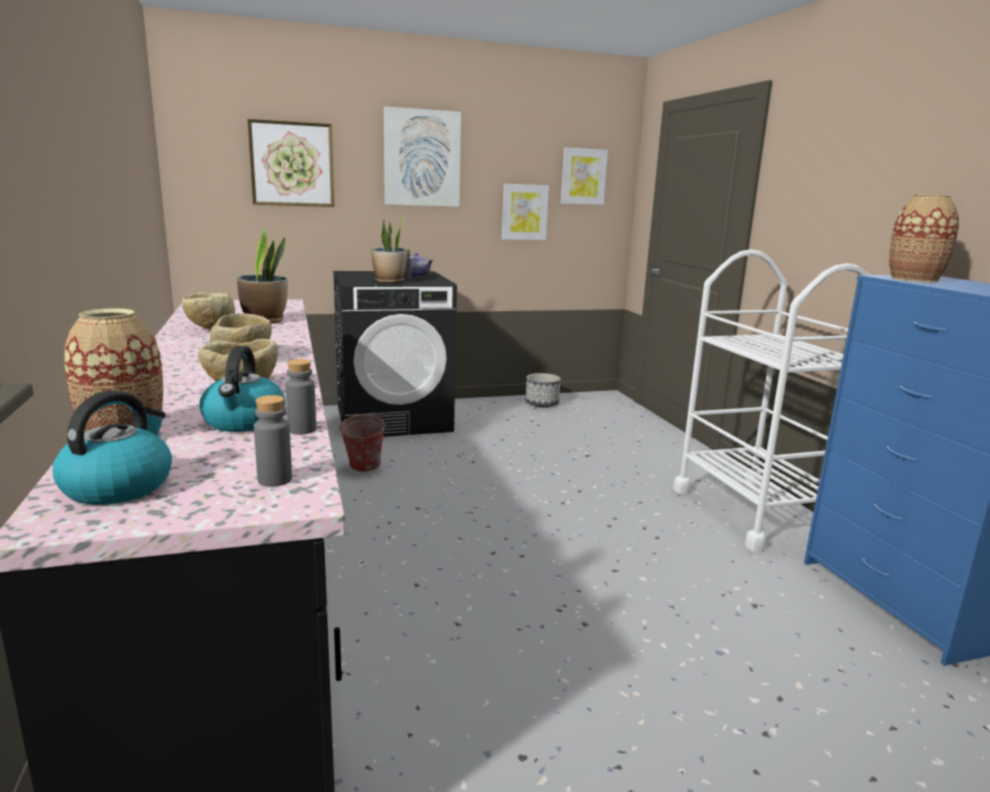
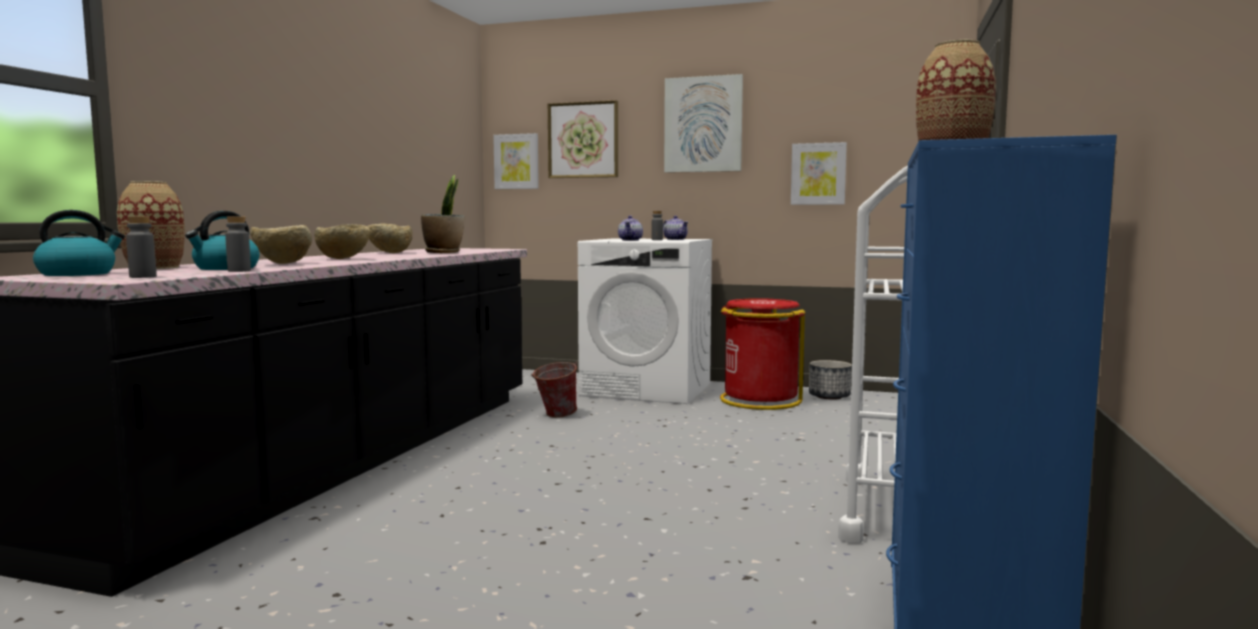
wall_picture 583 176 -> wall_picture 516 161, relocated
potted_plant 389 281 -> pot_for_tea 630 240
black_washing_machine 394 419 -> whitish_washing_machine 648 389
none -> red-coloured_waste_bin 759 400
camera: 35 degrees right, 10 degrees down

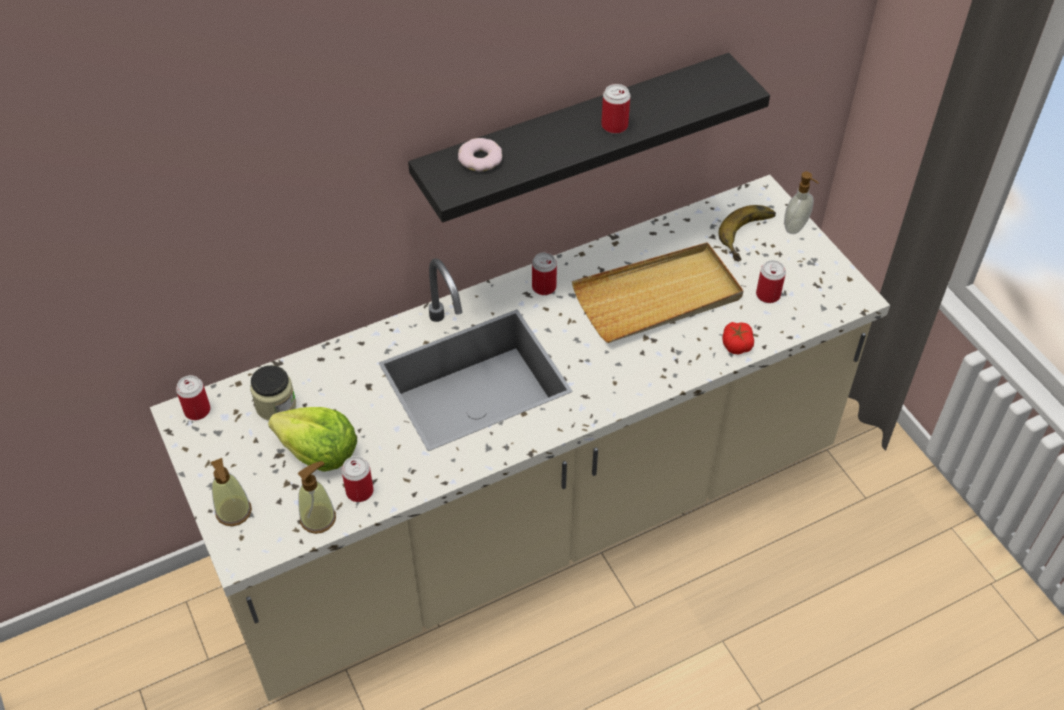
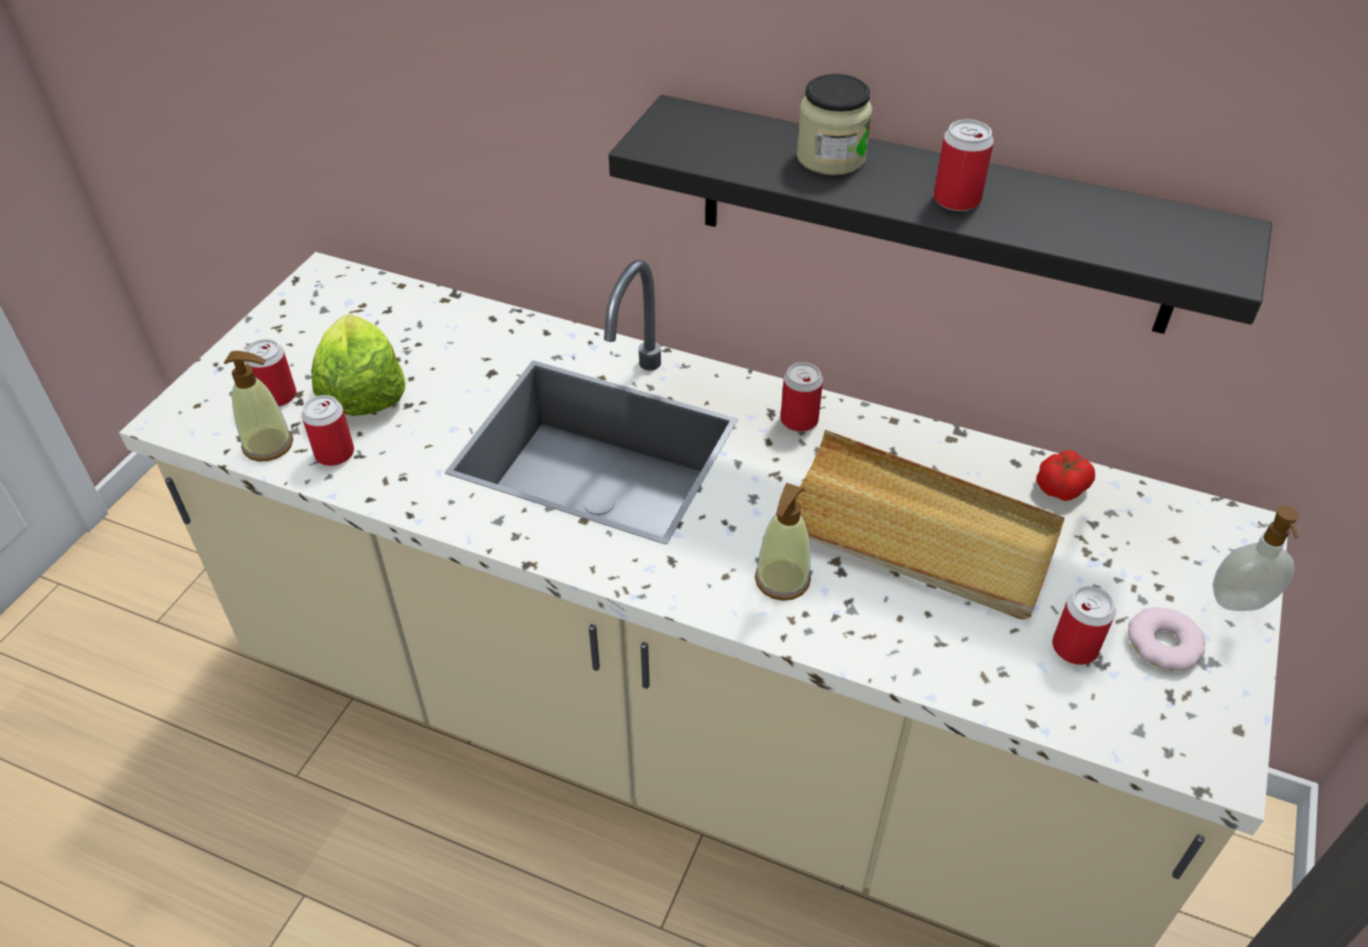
doughnut 480 159 -> doughnut 1164 644, relocated
banana 751 236 -> none
whole_tomato 736 344 -> whole_tomato 1061 486, relocated
storage_jar 276 405 -> storage_jar 831 157, relocated
sealed_can 197 410 -> sealed_can 278 396, relocated
liquid_soap_bottle 234 512 -> liquid_soap_bottle 782 580, relocated
camera: 50 degrees right, 5 degrees down

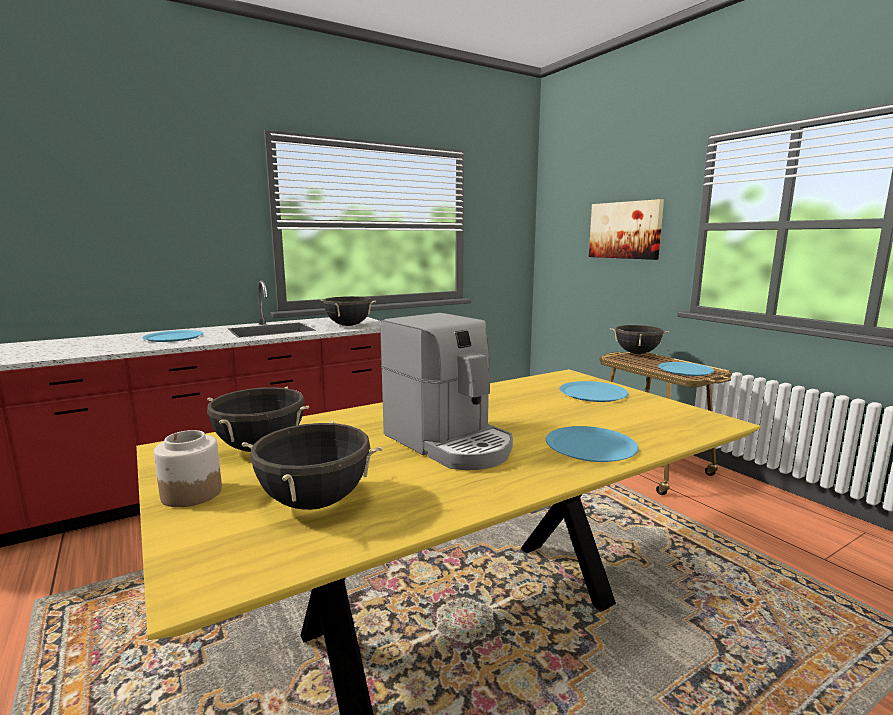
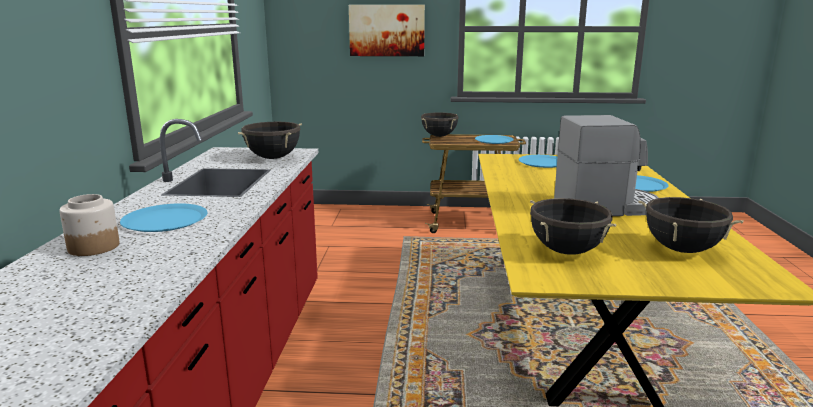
storage_jar 191 493 -> storage_jar 93 247, relocated
camera: 55 degrees left, 5 degrees up

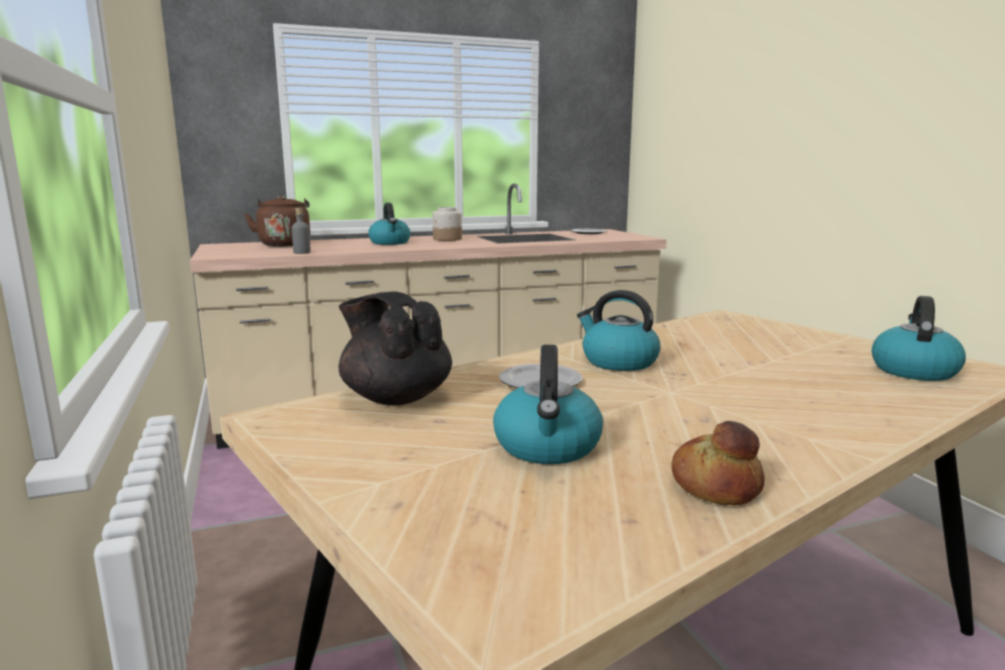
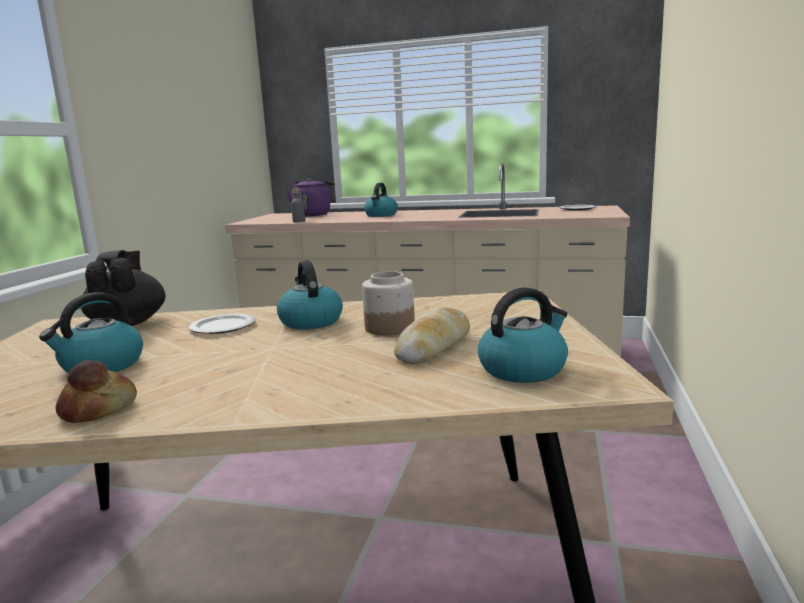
brown_tea_kettle 284 244 -> purple-coloured_tea_kettle 313 215
storage_jar 447 239 -> storage_jar 389 328, relocated
none -> baked_bread 434 346
camera: 35 degrees right, 0 degrees up

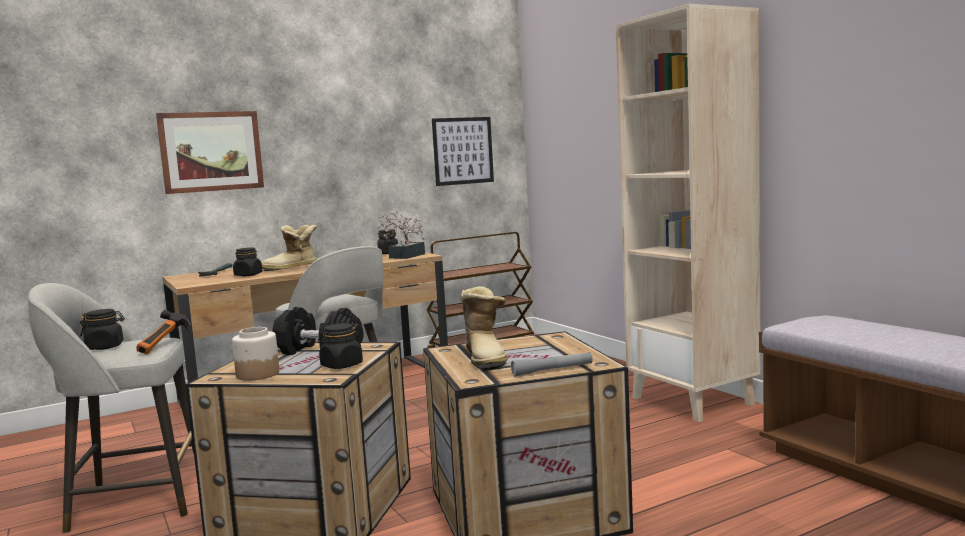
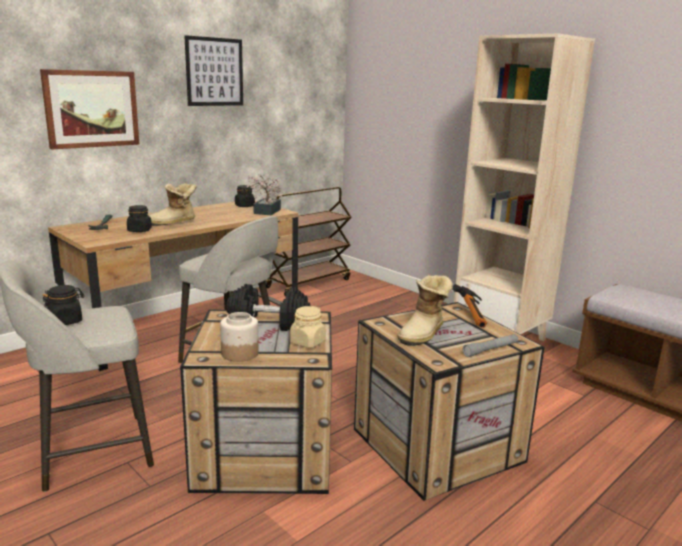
wall_picture 463 151 -> wall_picture 214 72, relocated
high-top_boot 487 358 -> high-top_boot 424 334, 60 degrees clockwise
tool_hammer 167 345 -> tool_hammer 474 316, relocated
black_storage_jar 341 365 -> sand-coloured_storage_jar 307 342
camera: 15 degrees left, 10 degrees up

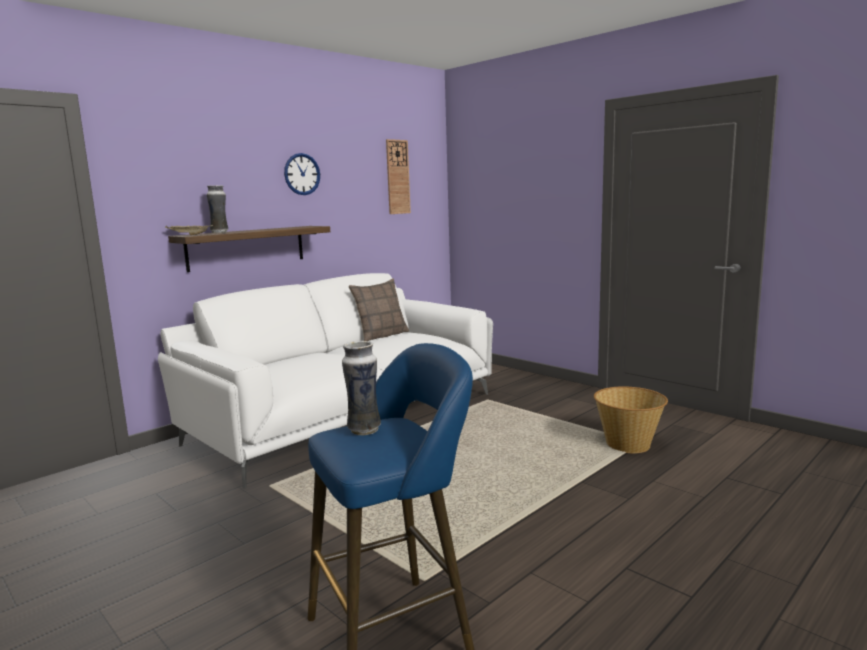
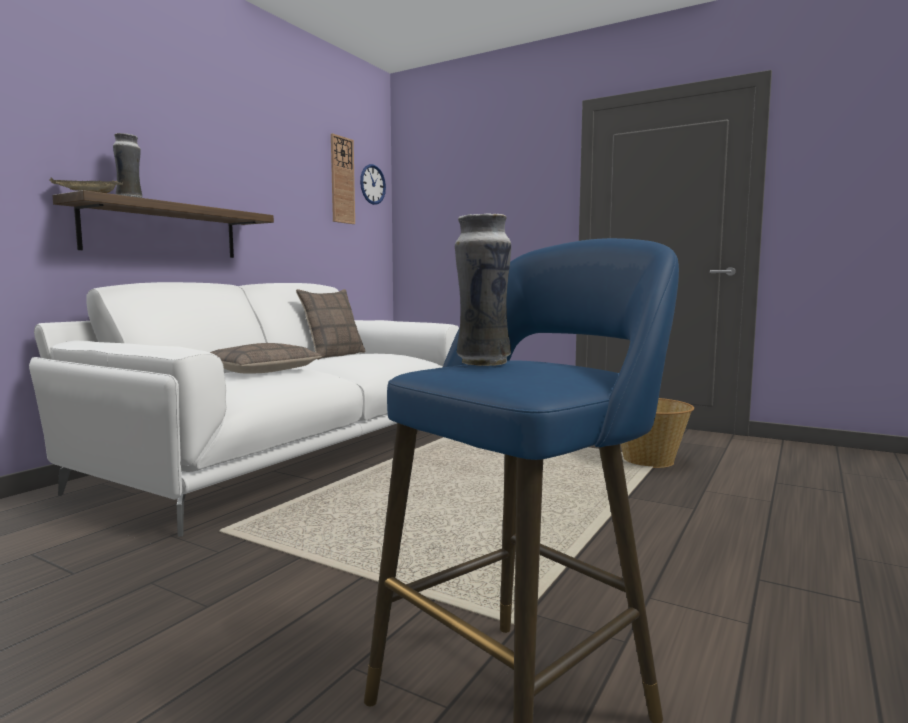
wall_clock 302 174 -> wall_clock 372 184, relocated
none -> throw_pillow 259 371
camera: 15 degrees left, 5 degrees down

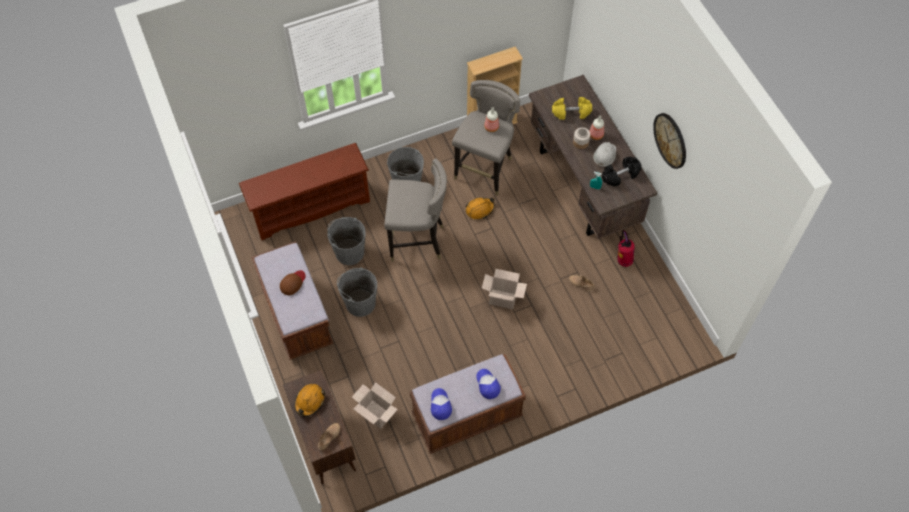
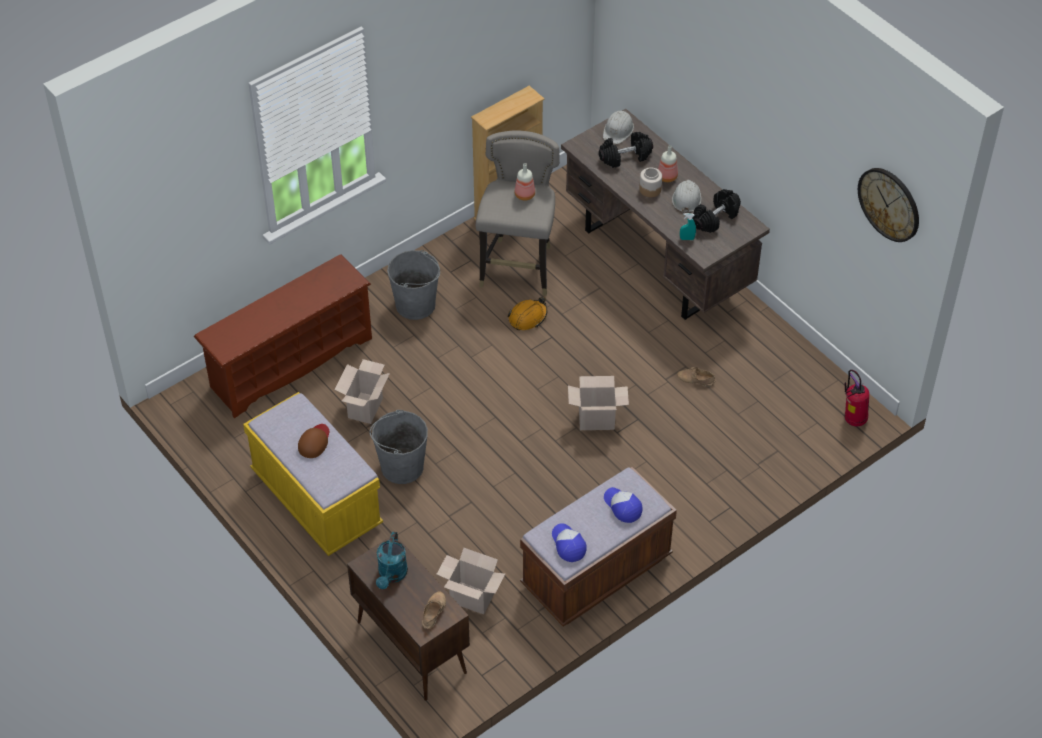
yellow-coloured_hand_weight 571 112 -> black_hand_weight 625 156
wall_clock 670 140 -> wall_clock 889 204, relocated
grey_sitting_stool 417 241 -> none
grey_water_bucket 349 252 -> cardboard_box 364 407
fire-fighting_cylinder 623 260 -> fire-fighting_cylinder 853 420, relocated
brown_long_seat 296 314 -> yellow-coloured_long_seat 316 500
orange-coloured_hard_hat 309 401 -> blue-green_watering_can 391 575
none -> whitish_hard_hat 618 130
camera: 15 degrees left, 10 degrees down

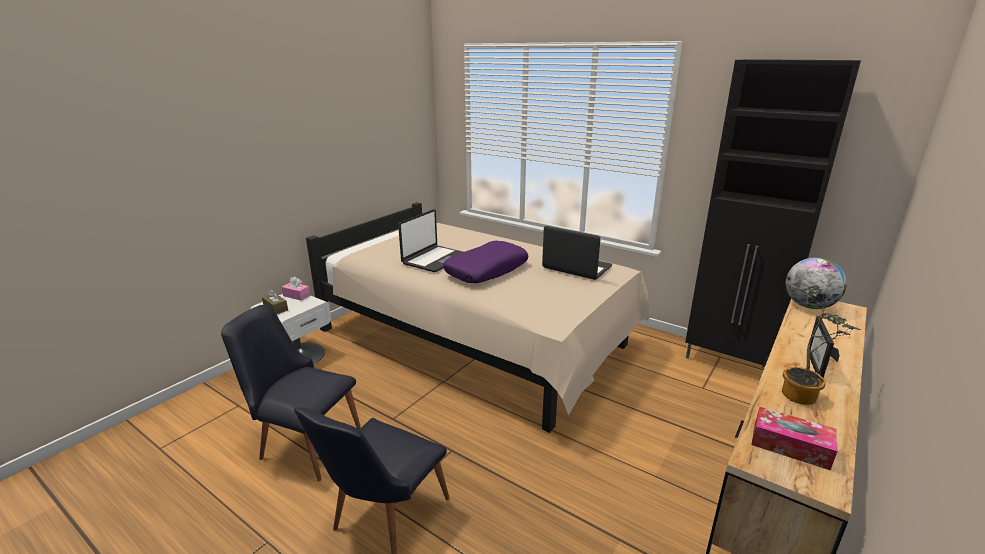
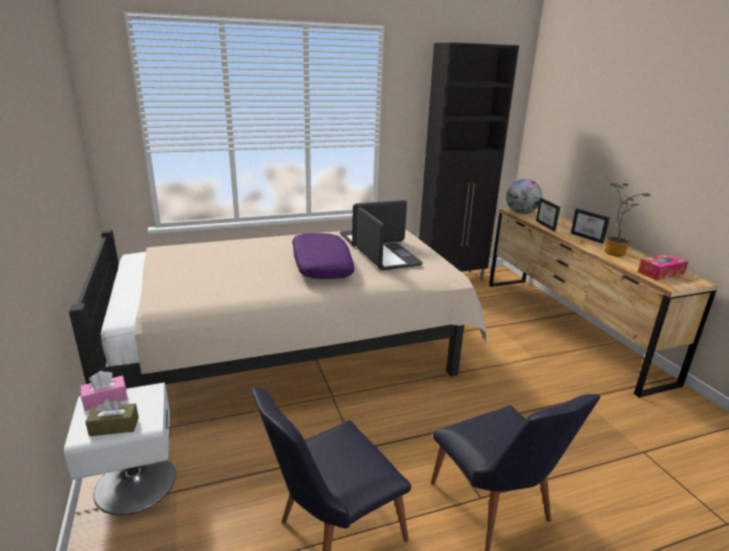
portable_computer 434 259 -> portable_computer 387 258, relocated
none -> picture_frame 548 226
camera: 55 degrees left, 0 degrees up

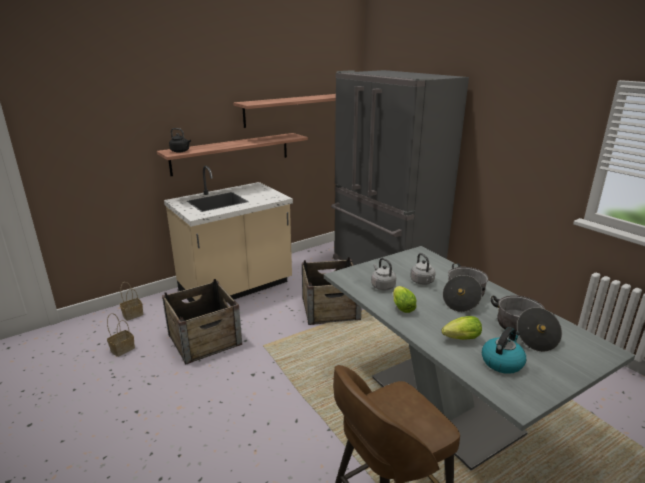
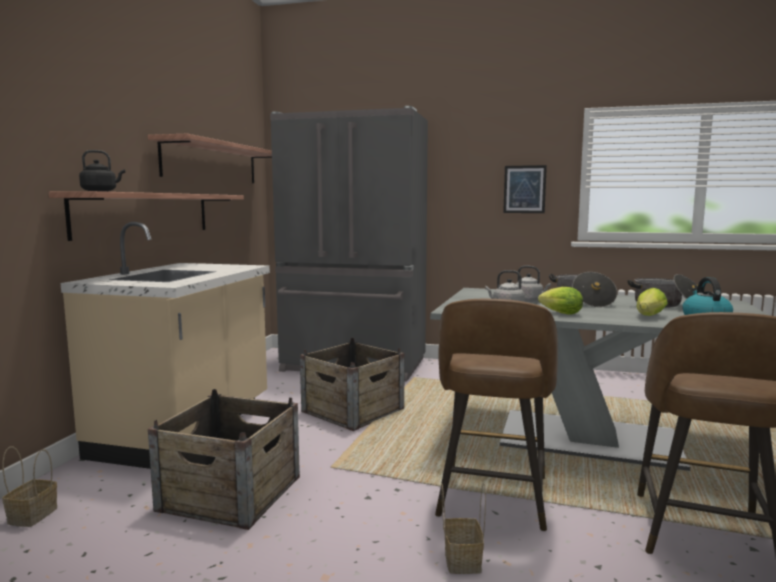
storage_basket 123 349 -> storage_basket 461 559, relocated
none -> wall_picture 524 189
none -> brown_sitting_stool 492 498
camera: 40 degrees left, 15 degrees down

